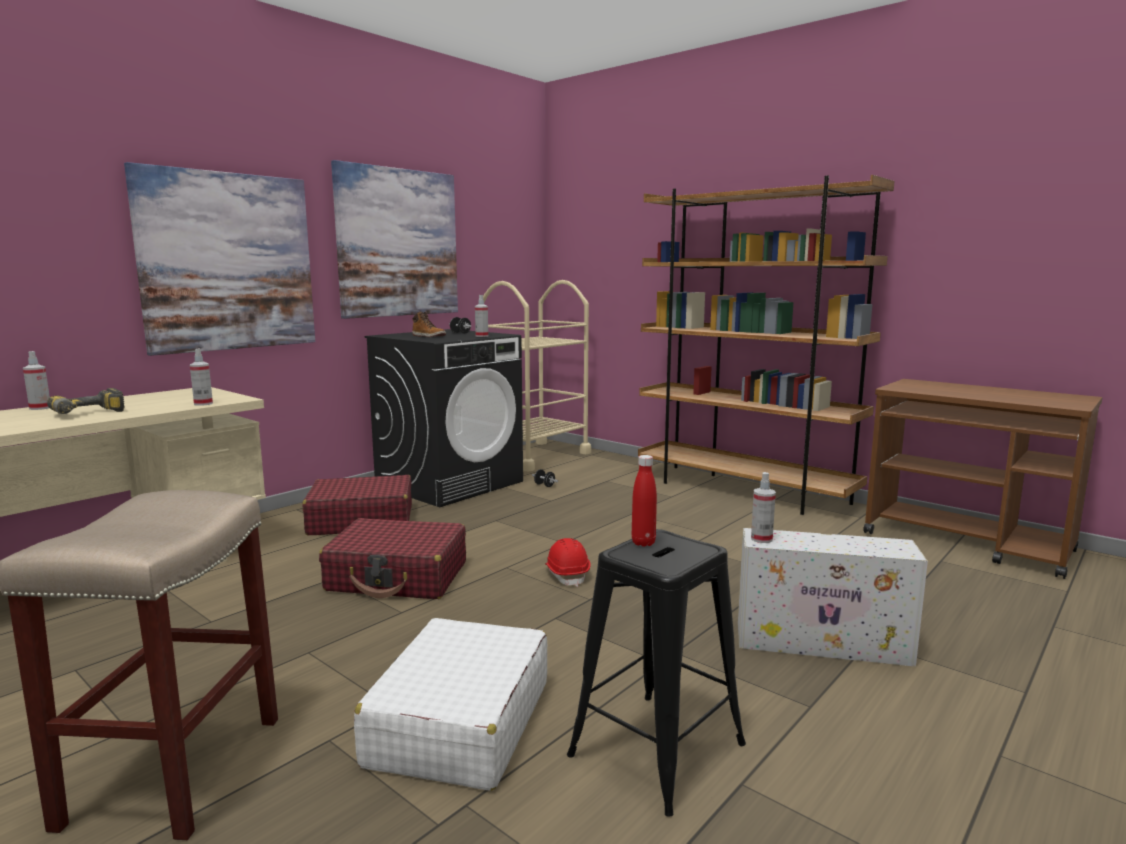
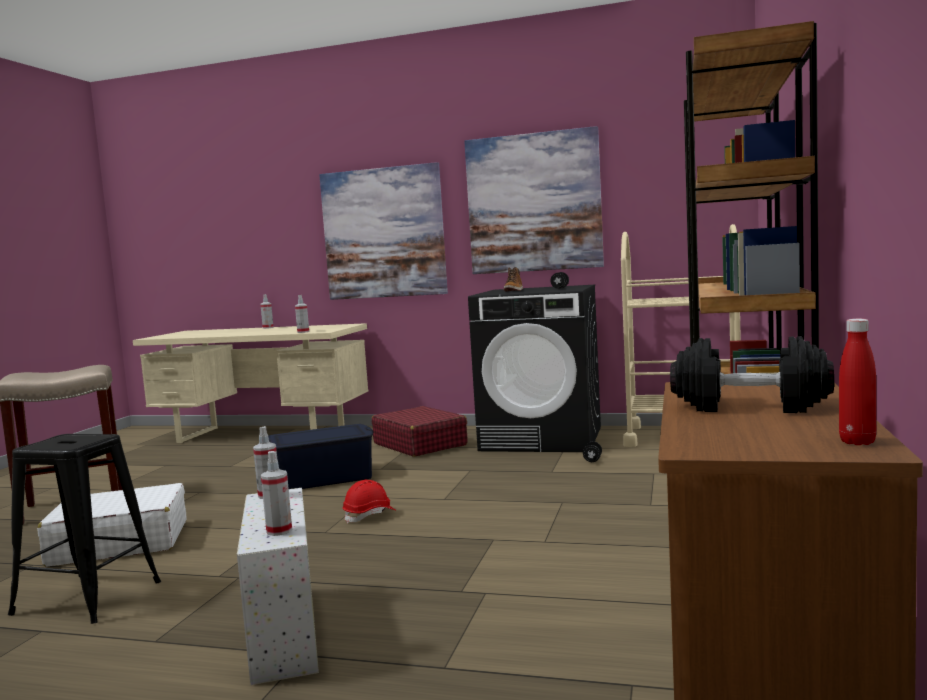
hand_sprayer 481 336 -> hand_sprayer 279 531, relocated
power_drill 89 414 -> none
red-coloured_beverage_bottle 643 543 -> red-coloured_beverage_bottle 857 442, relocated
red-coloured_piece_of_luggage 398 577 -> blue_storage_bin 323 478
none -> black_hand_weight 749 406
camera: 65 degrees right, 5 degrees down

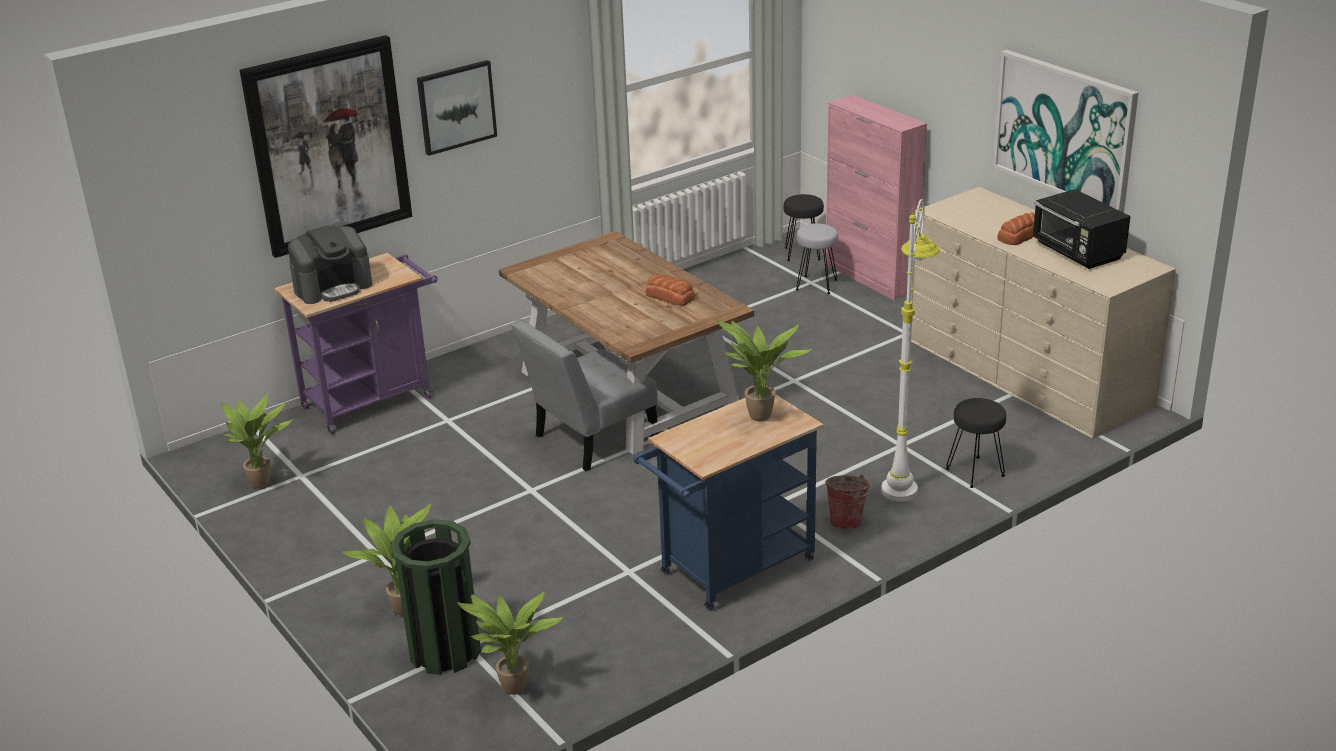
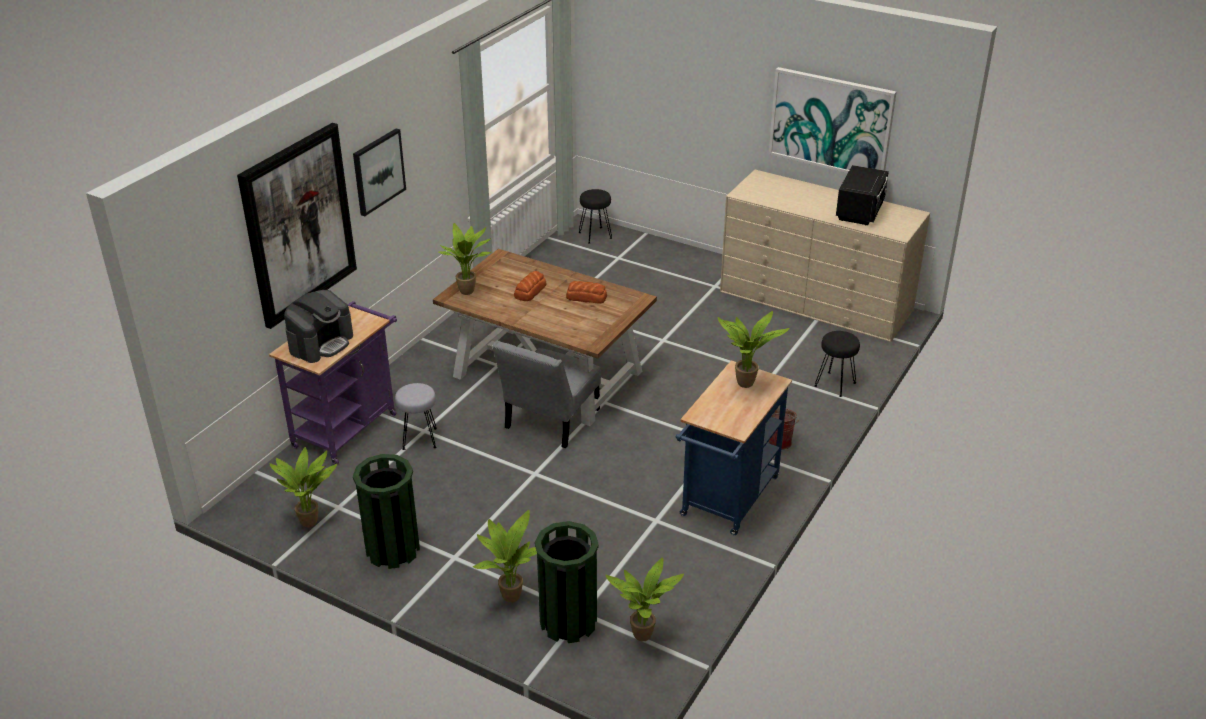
pink-coloured_cupboard 871 278 -> none
black_microwave_oven 1077 252 -> black_microwave_oven 860 211, 105 degrees counterclockwise
whitish_floor_lamp 904 474 -> none
baked_bread 1019 236 -> baked_bread 530 291, relocated
grey_sitting_stool 816 285 -> grey_sitting_stool 419 439, relocated
none -> potted_plant 469 292
none -> green-coloured_waste_bin 393 549
camera: 25 degrees left, 5 degrees up

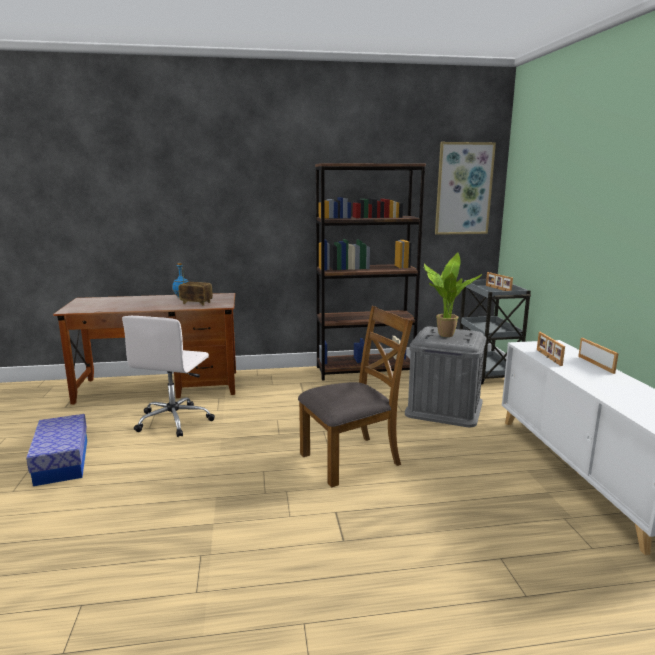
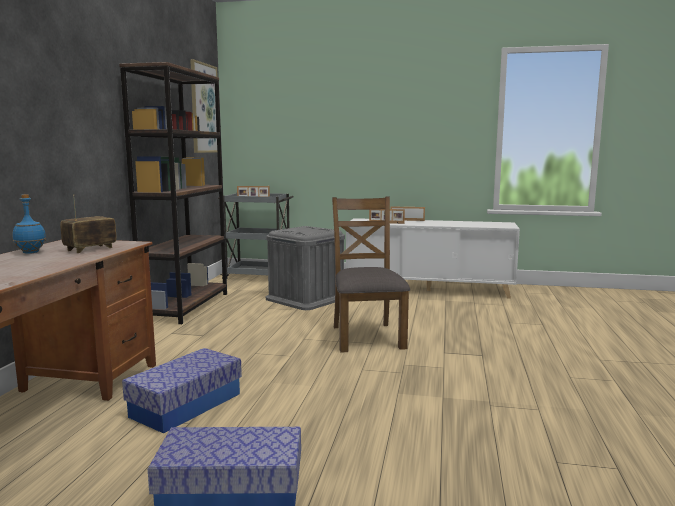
potted_plant 443 335 -> none
whitish_desk_chair 174 420 -> storage_bin 186 405
camera: 70 degrees left, 5 degrees down

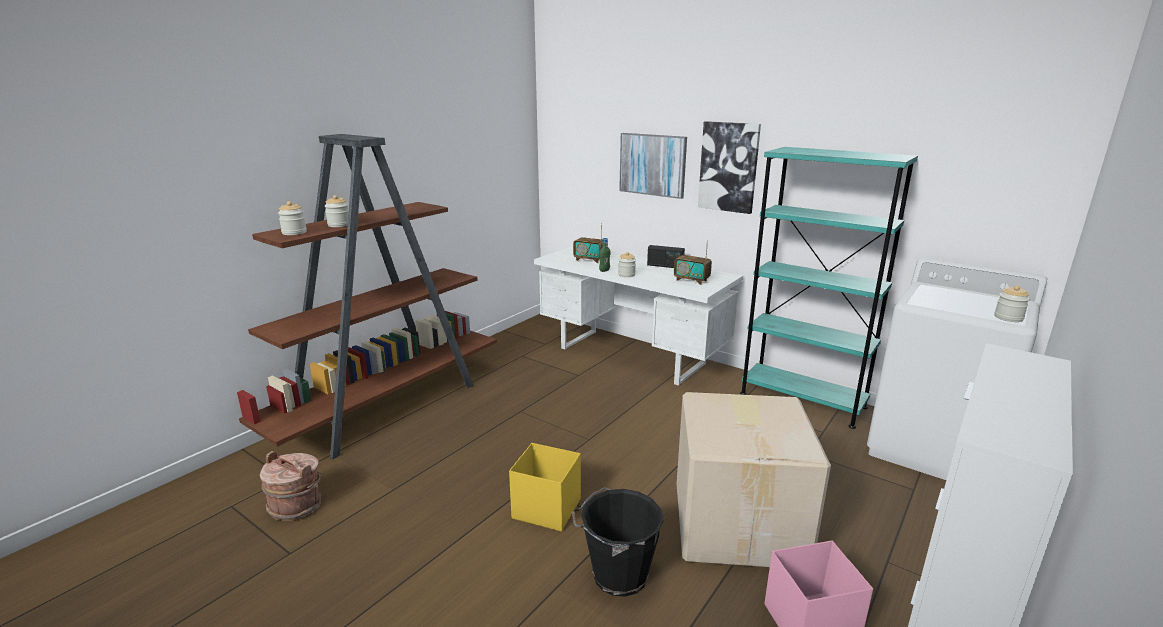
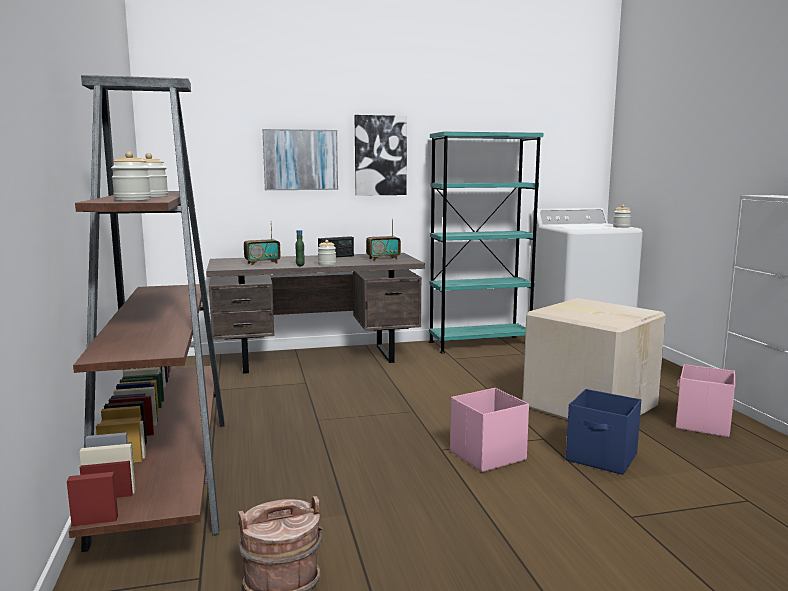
whitish_desk 632 356 -> brown_desk 318 358
yellow-coloured_storage_bin 546 508 -> pink-coloured_storage_bin 486 456
black_water_bucket 617 575 -> blue_storage_bin 602 458
camera: 50 degrees left, 10 degrees down

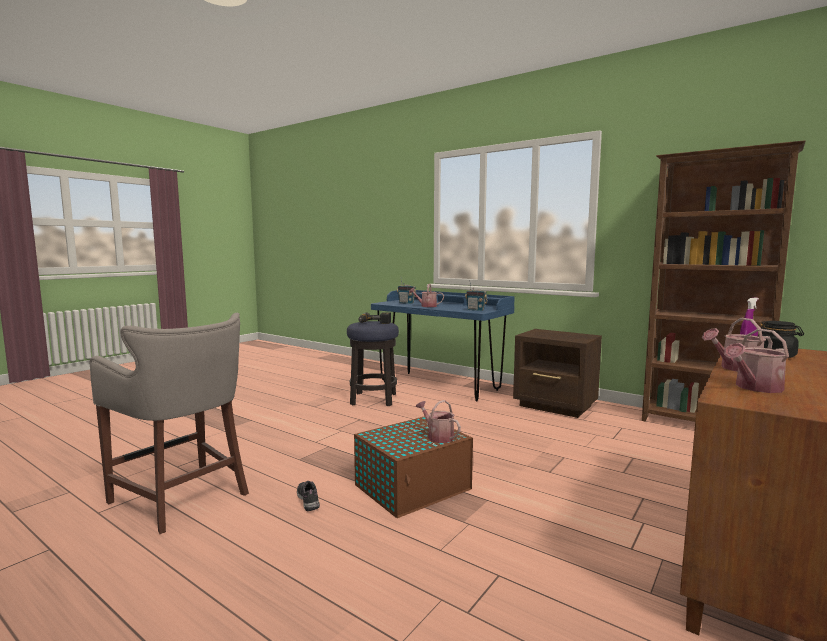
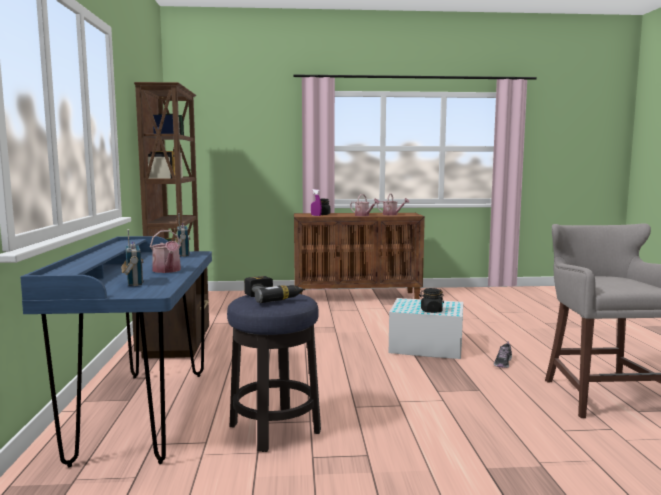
watering_can 438 436 -> none
brown_storage_bin 414 487 -> whitish_storage_bin 425 346
none -> black_storage_jar 431 311
camera: 130 degrees left, 0 degrees up

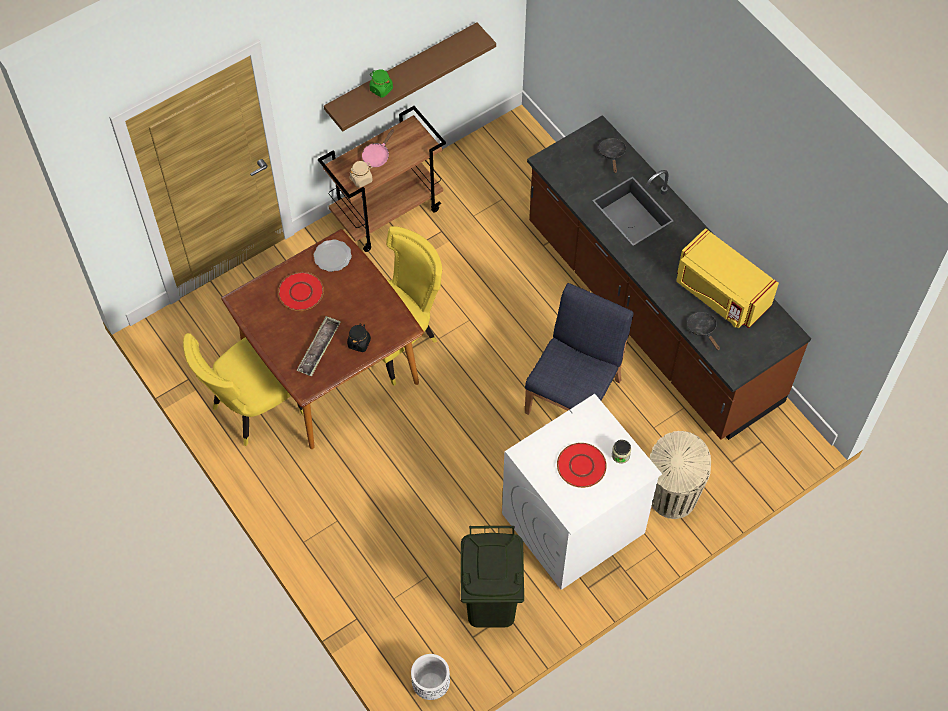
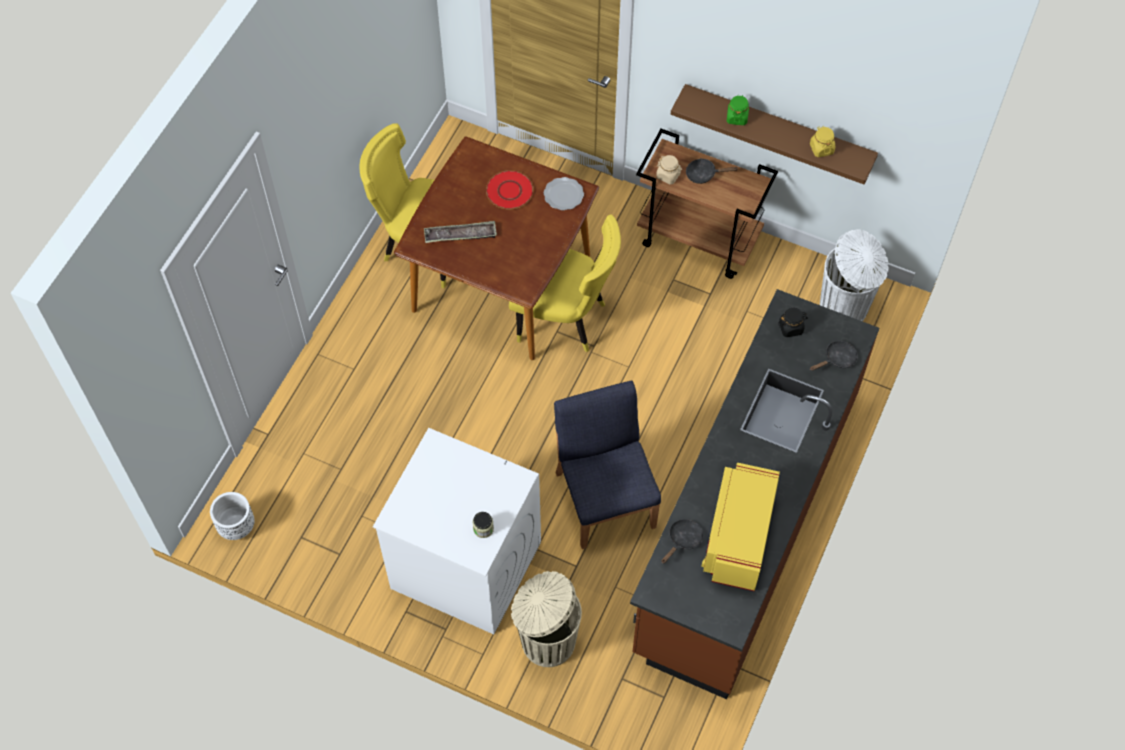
pink-coloured_skillet 377 155 -> black_skillet 704 174
blue_chair 574 395 -> blue_chair 605 498, 105 degrees counterclockwise
black_storage_jar 359 343 -> black_storage_jar 791 328, relocated
red-coloured_flat_dish 581 465 -> none
green-coloured_waste_bin 490 603 -> none
none -> yellow-coloured_storage_jar 821 148
none -> whitish_waste_bin 845 308
camera: 60 degrees right, 0 degrees up

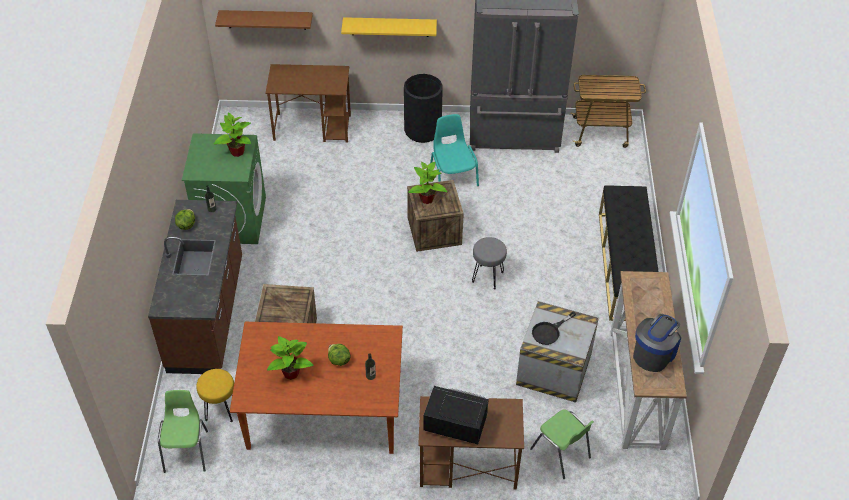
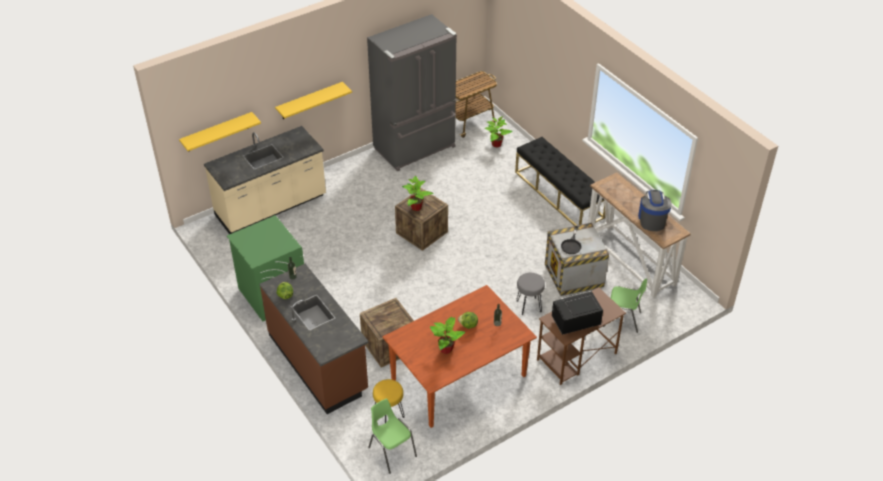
brown_wall_shelf 266 19 -> yellow-coloured_wall_shelf 217 132
brown_desk 313 128 -> sand-coloured_kitchen_counter 271 207
black_waste_bin 423 130 -> none
potted_plant 237 152 -> potted_plant 496 144, relocated
blue-green_chair 453 174 -> none
grey_sitting_stool 488 276 -> grey_sitting_stool 529 306, relocated
camera: 35 degrees left, 5 degrees down

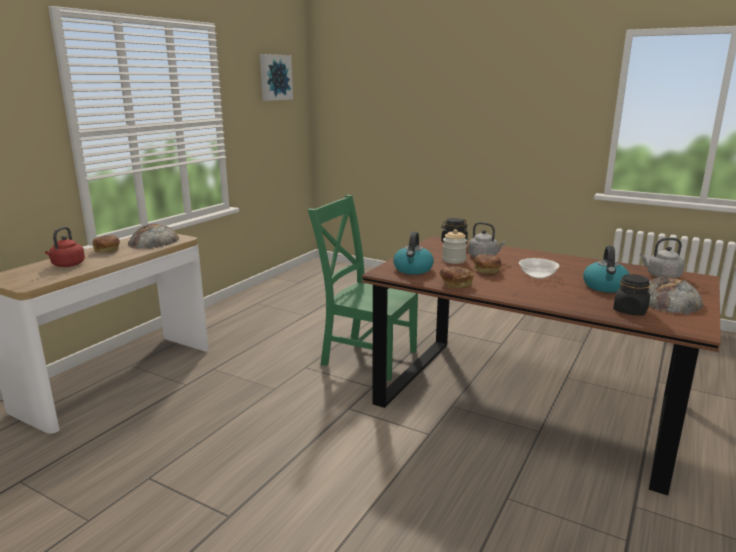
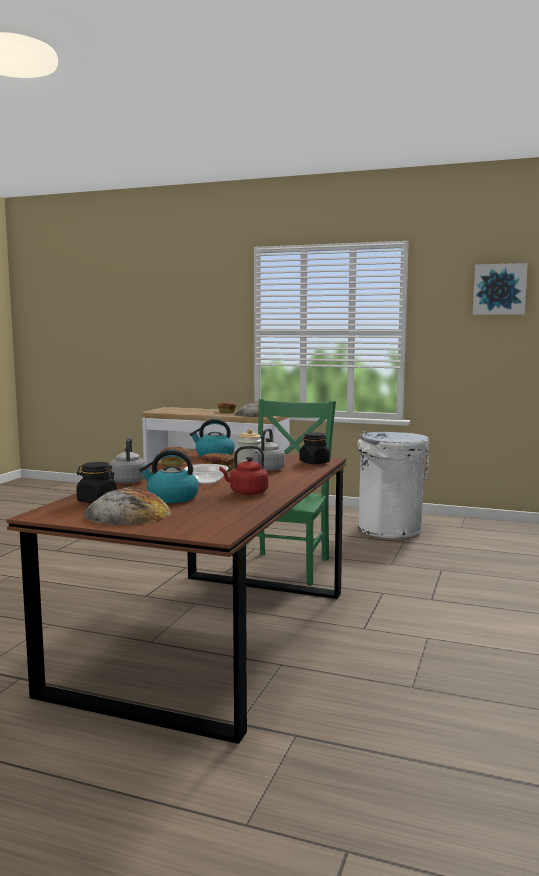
red-coloured_tea_kettle 67 265 -> red-coloured_tea_kettle 246 493, relocated
grey_tea_kettle 661 276 -> grey_tea_kettle 128 481, relocated
none -> whitish_waste_bin 390 530
camera: 80 degrees right, 10 degrees down

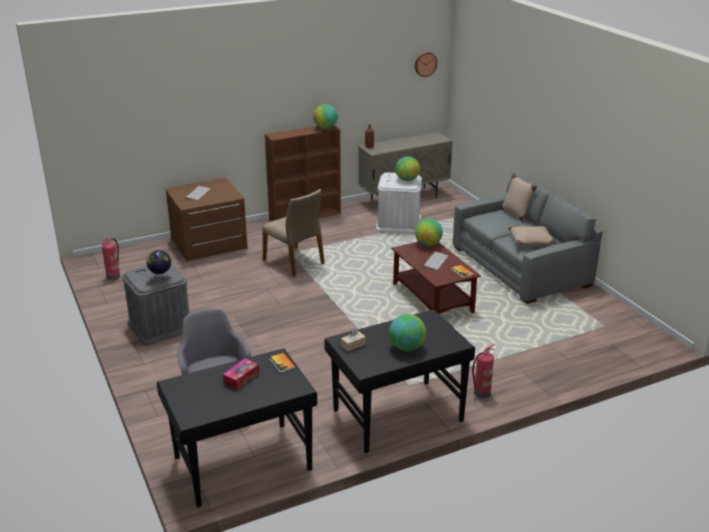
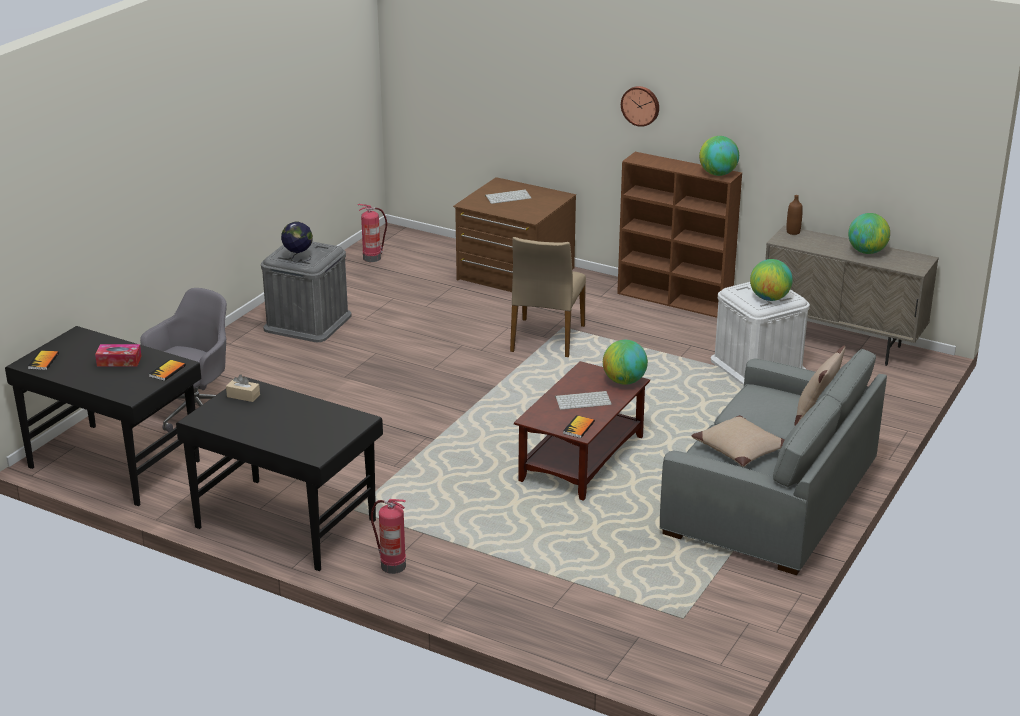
wall_clock 425 64 -> wall_clock 640 105, relocated
desk_globe 406 347 -> desk_globe 867 252, relocated
none -> book 43 361
camera: 55 degrees right, 0 degrees up

